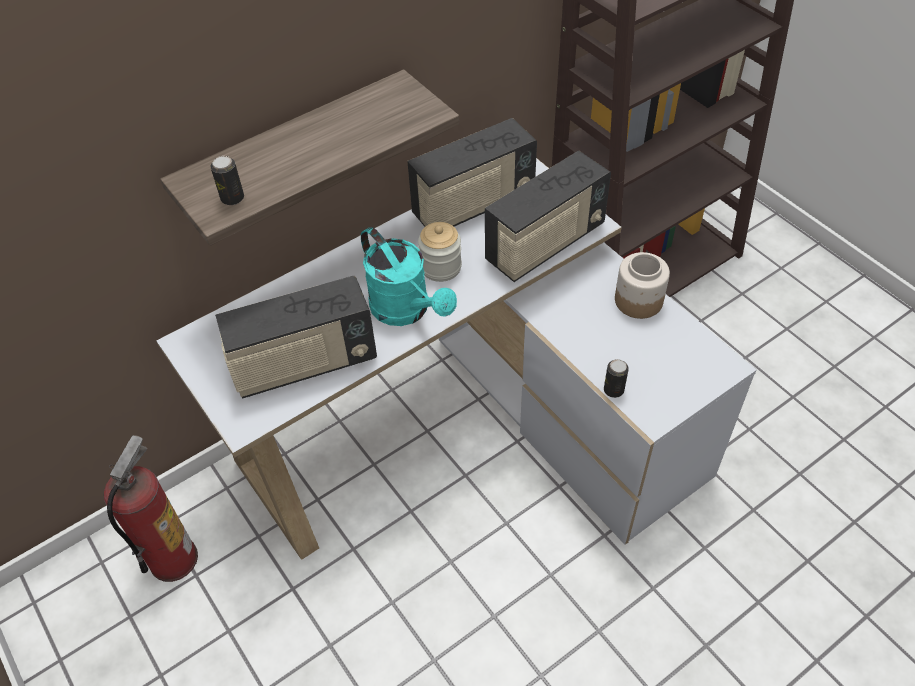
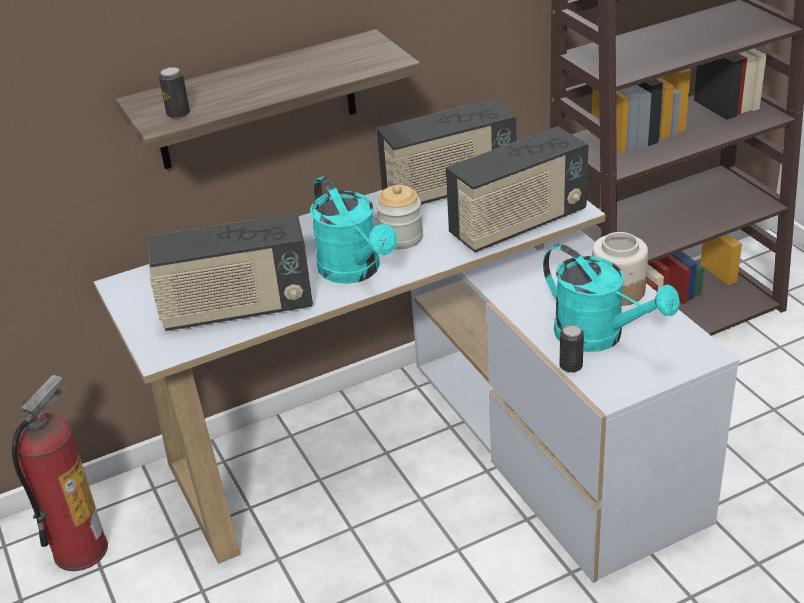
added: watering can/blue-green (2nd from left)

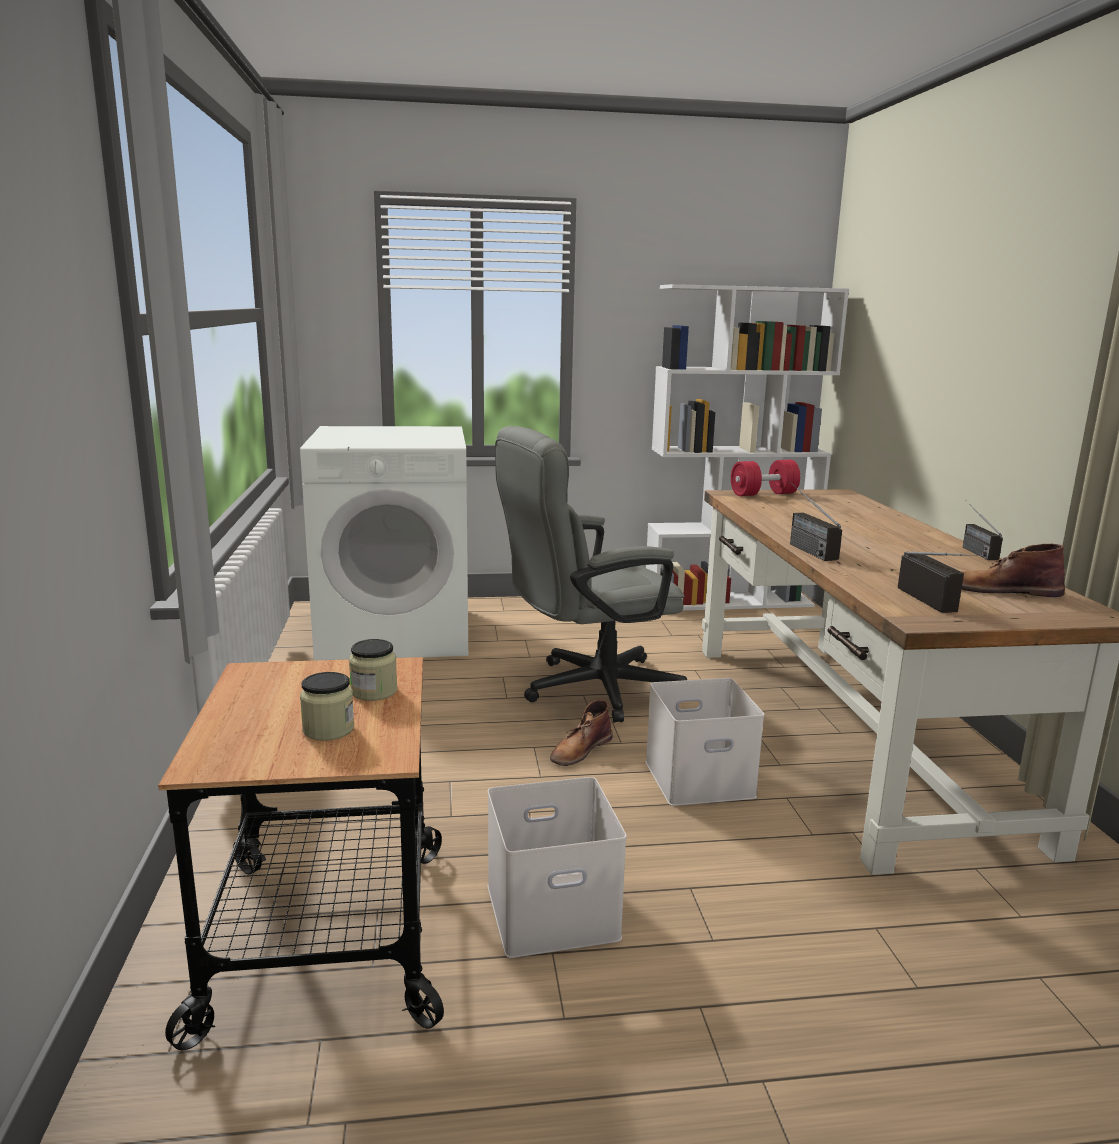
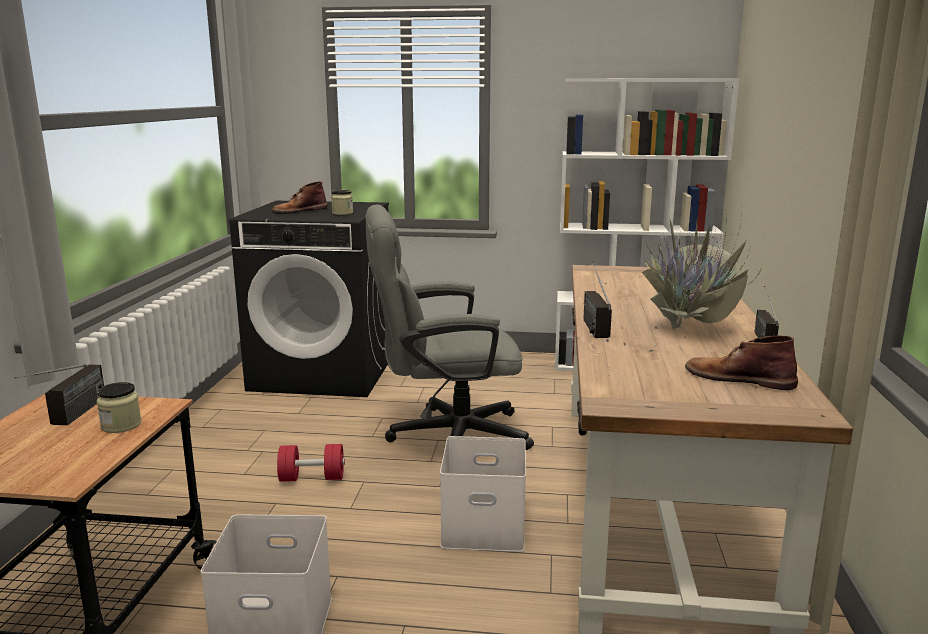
added: potted plant
moved: preserve jar (1st from left in the first image) to preserve jar (2nd from left); boot/brown (1st from left); dumbbell/red-coloured; radio (2nd from left in the first image) to radio (1st from left)
recoloured: washing machine/whitish to washing machine/black-coloured

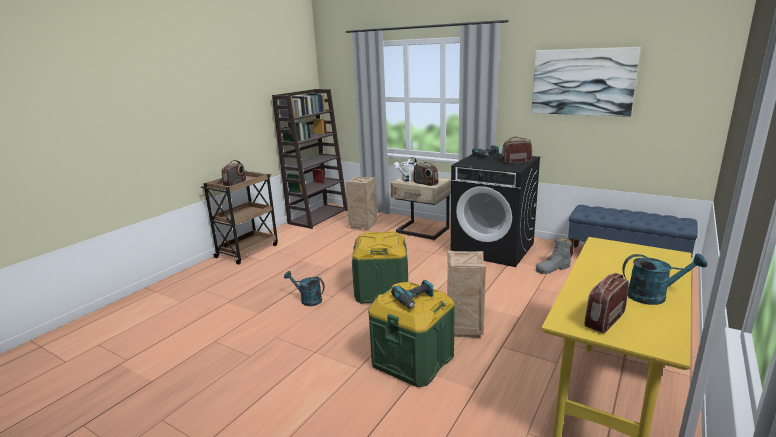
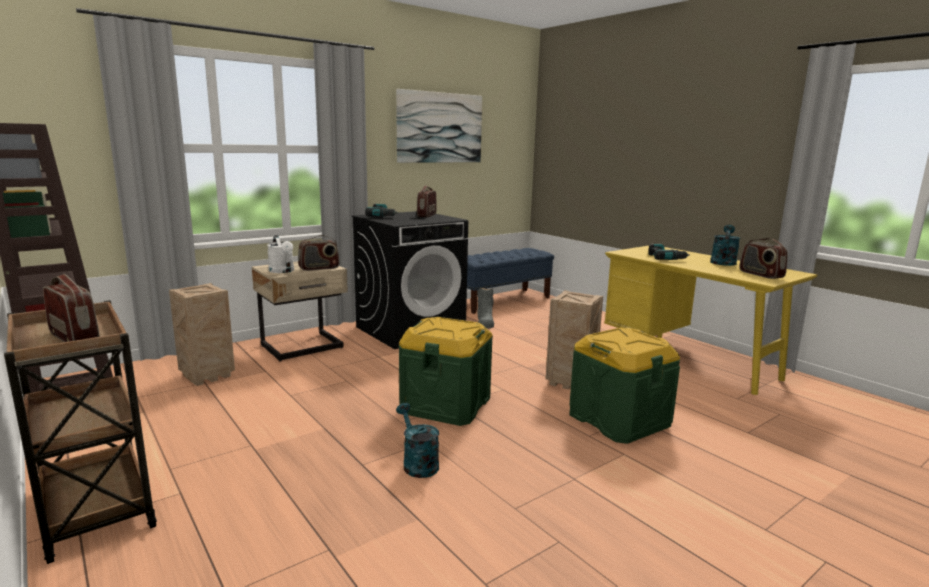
moved: drill (1st from left in the first image) to drill (2nd from left)
turned: watering can/blue-green (1st from left) 105 degrees clockwise

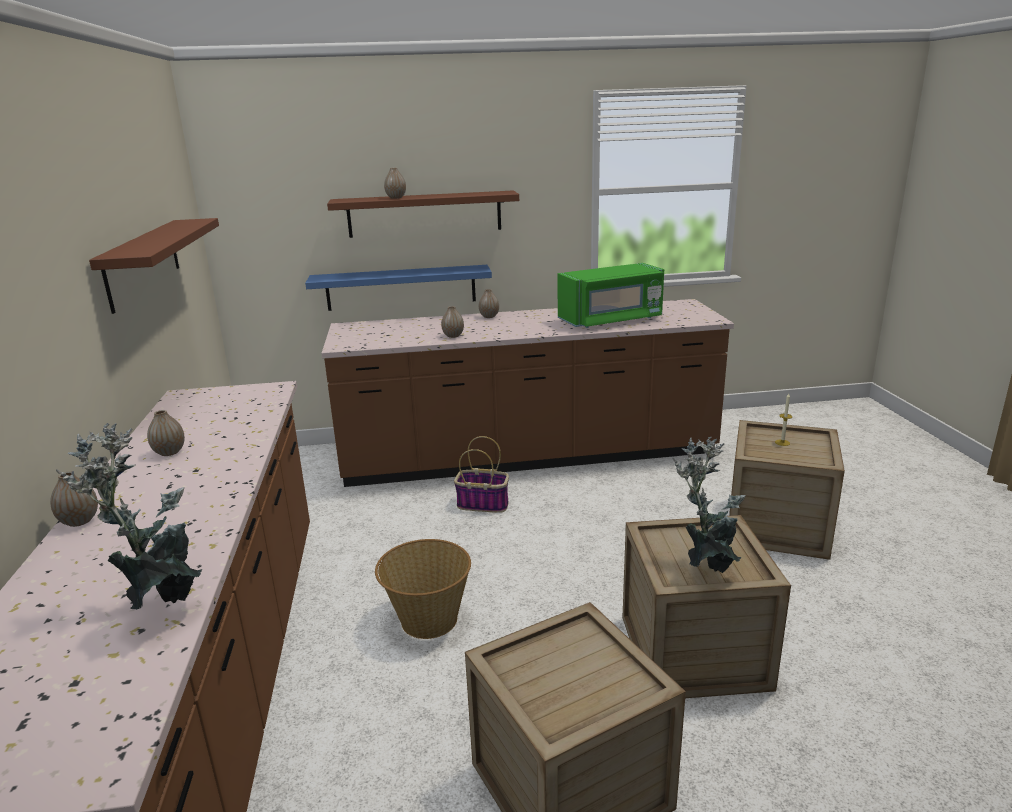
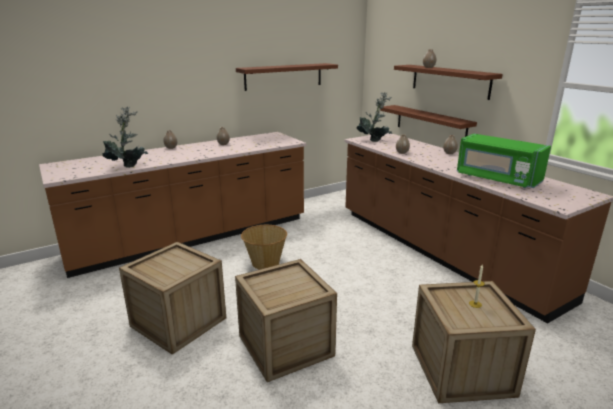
removed: basket (2nd from left)
moved: potted plant (2nd from left)
recoloured: shelf/blue-coloured to shelf/brown (2nd from left)

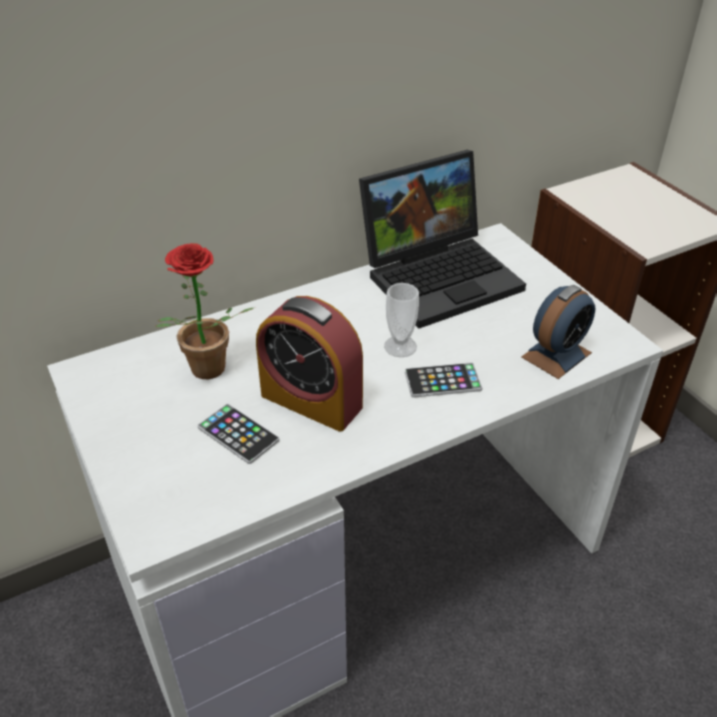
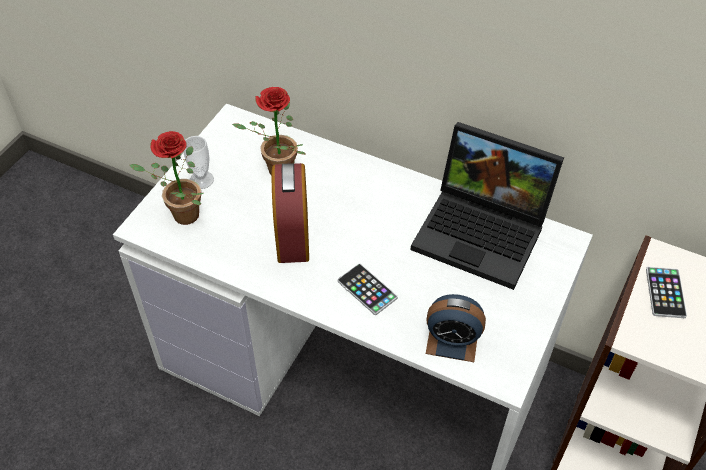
added: potted plant (1st from left)
moved: phone (1st from left in the first image) to phone (2nd from left); small cup

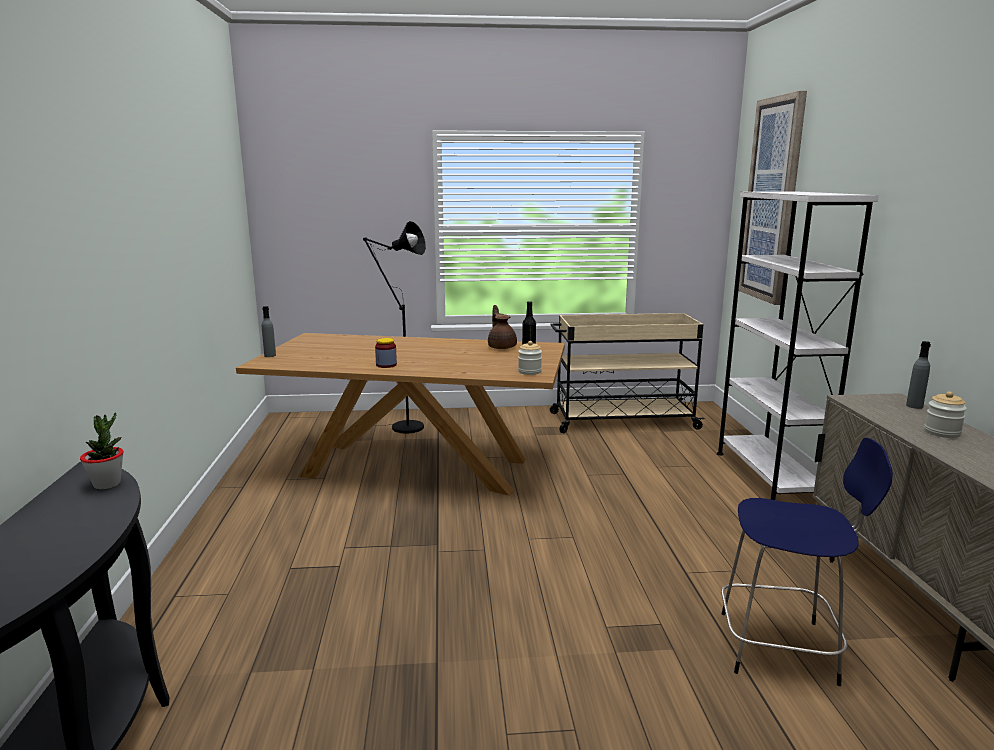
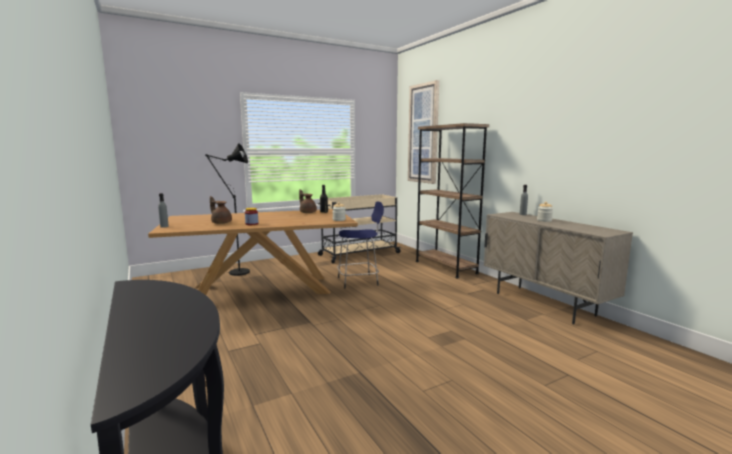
removed: potted plant
added: pot for tea/brown (1st from left)
moved: stool/blue-coloured
recoloured: shelving unit/whitish to shelving unit/brown

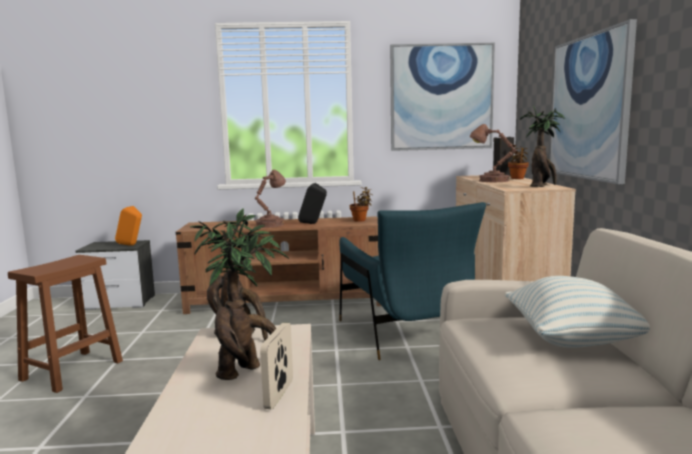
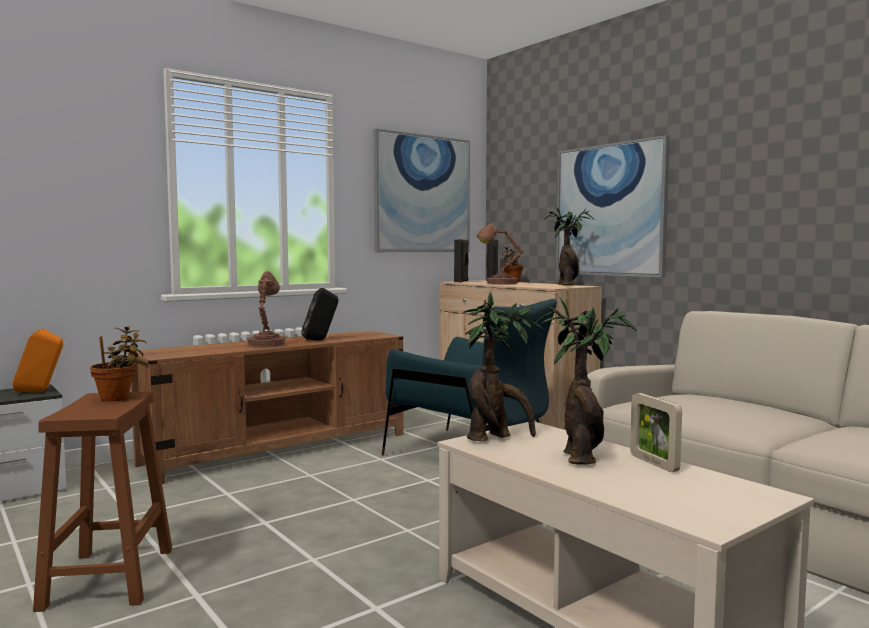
removed: pillow
added: loudspeaker/black-coloured (2nd from left)
moved: potted plant (3rd from left in the first image) to potted plant (1st from left)

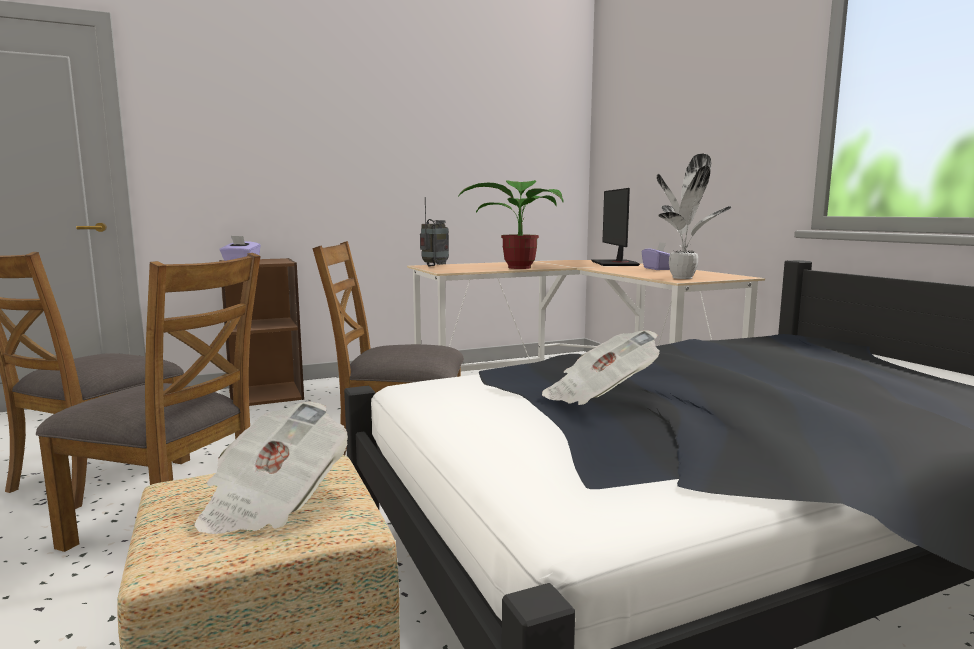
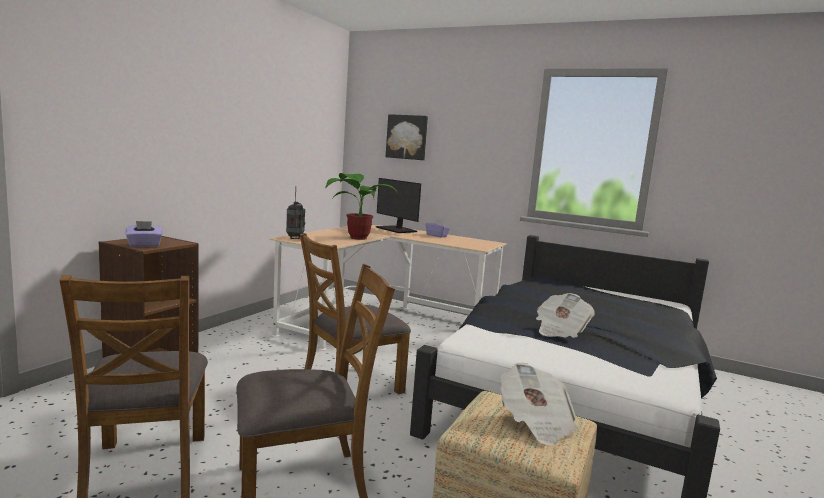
removed: potted plant (2nd from left)
added: picture

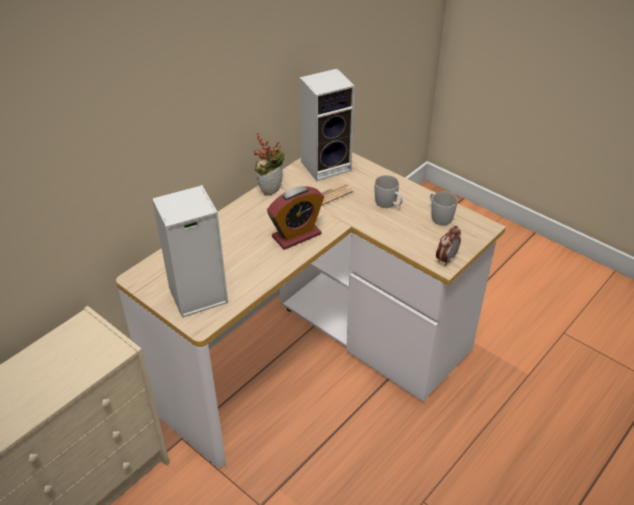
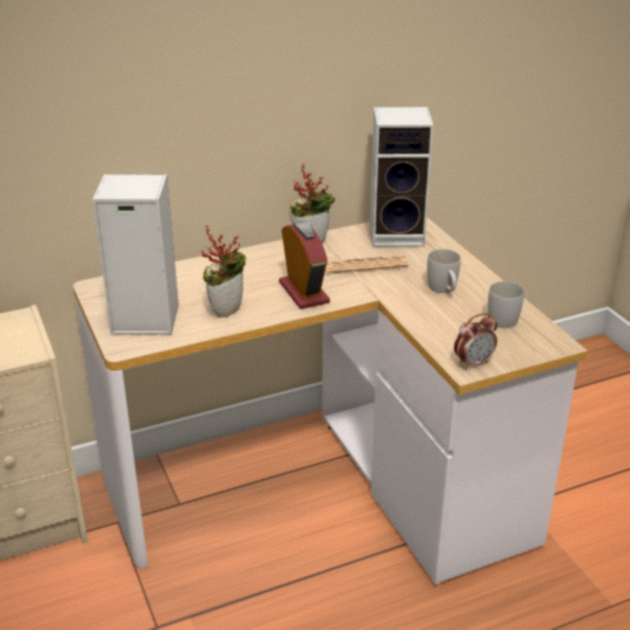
added: potted plant (1st from left)
turned: bedside clock (1st from left) 105 degrees counterclockwise

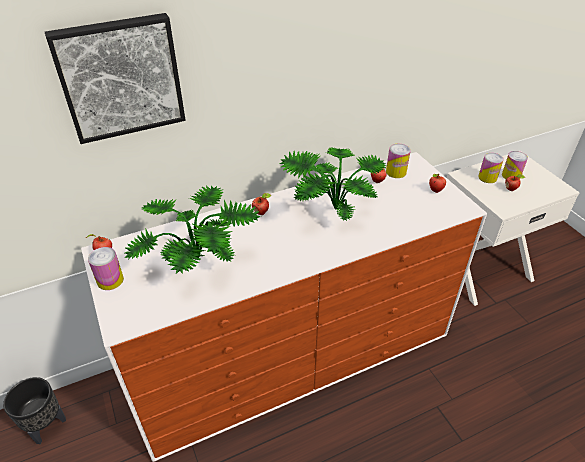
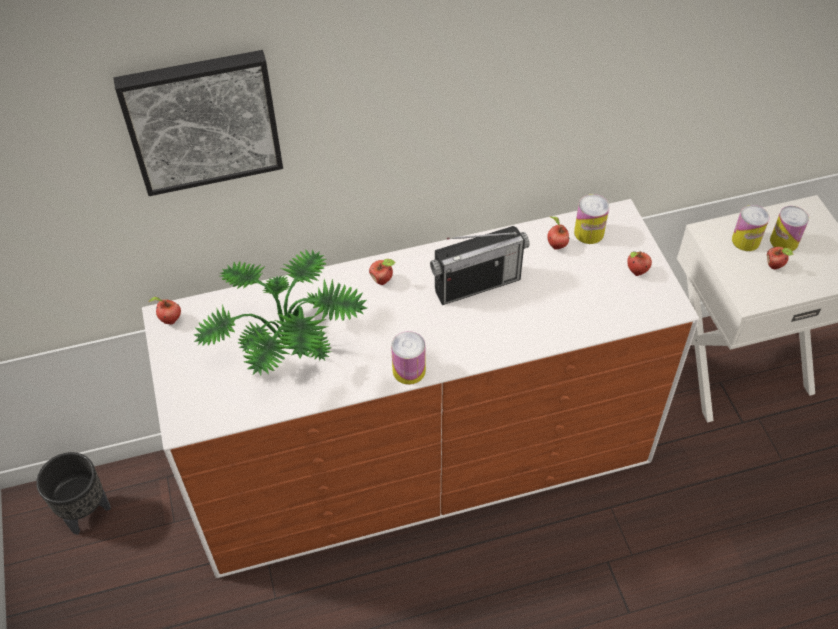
moved: sealed can (1st from left)
replaced: potted plant (2nd from left) to radio

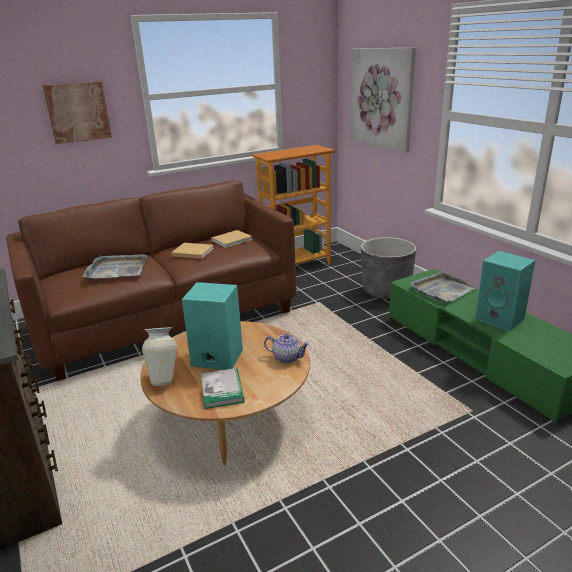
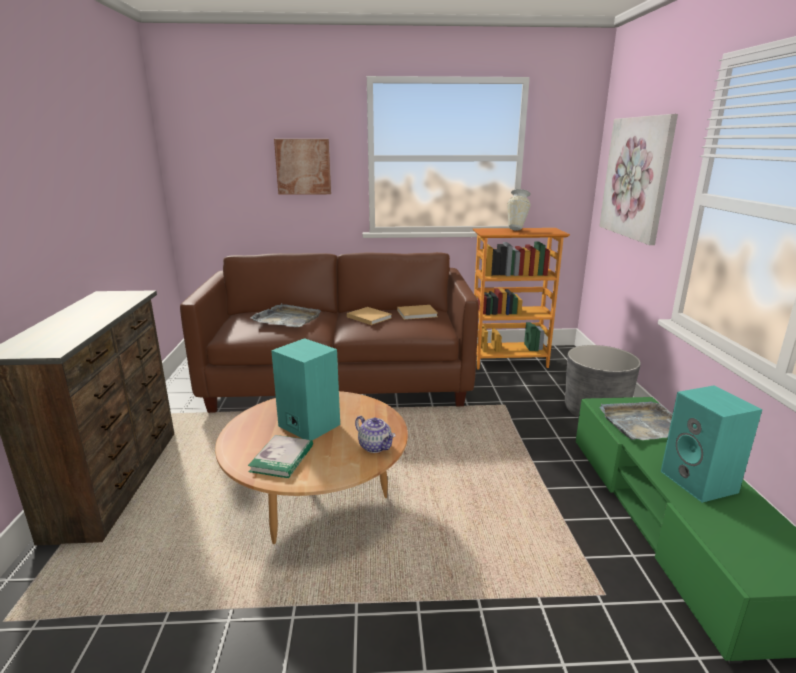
moved: vase

